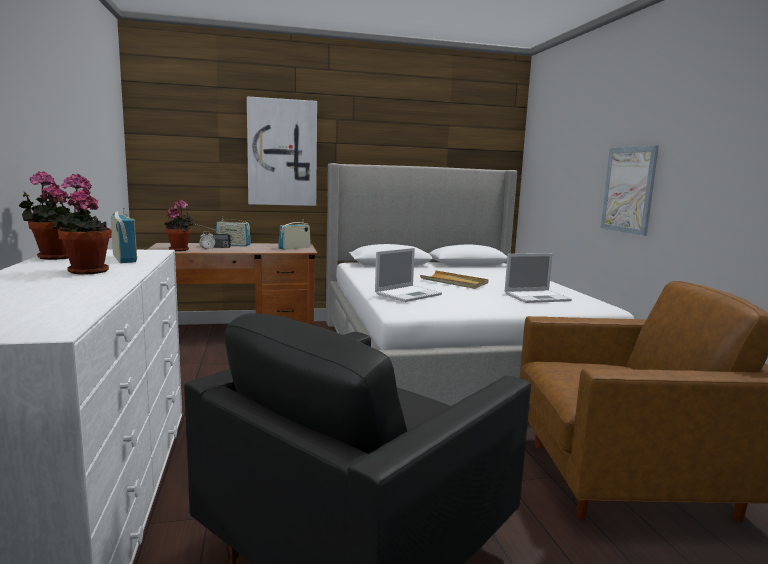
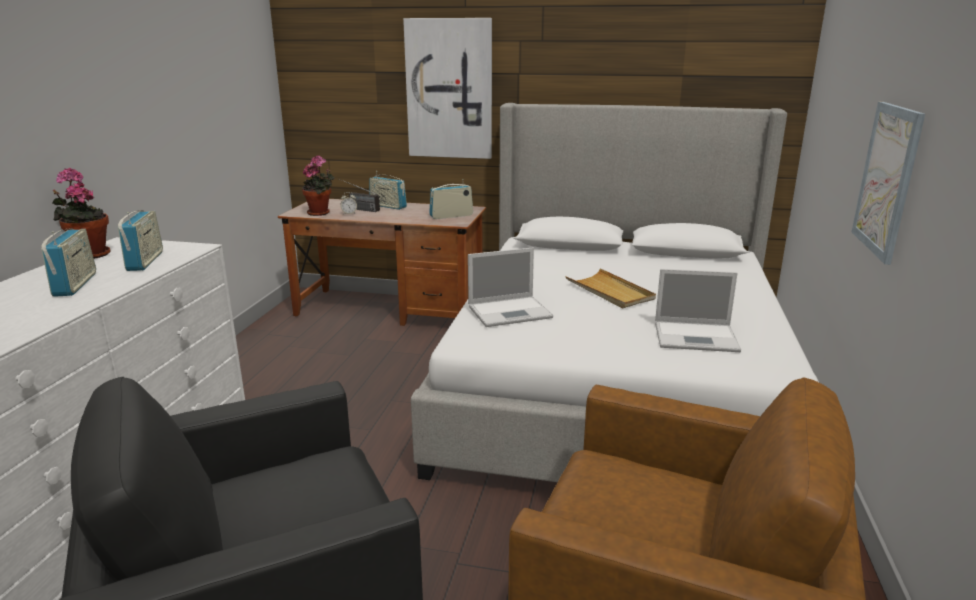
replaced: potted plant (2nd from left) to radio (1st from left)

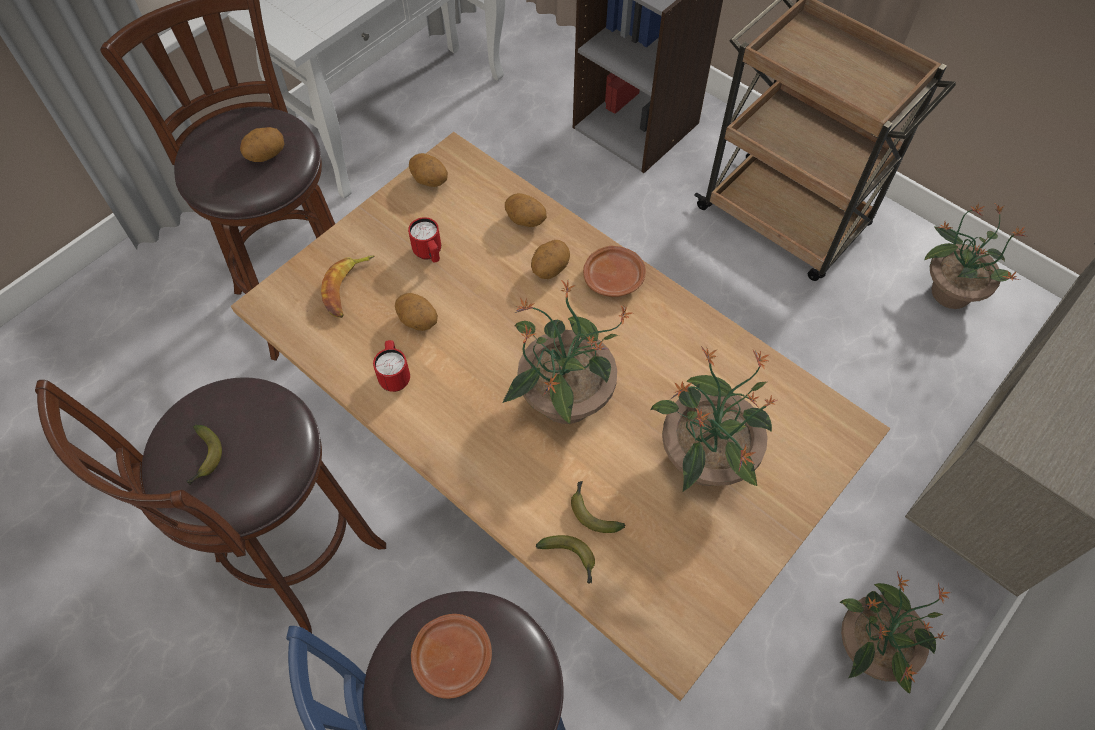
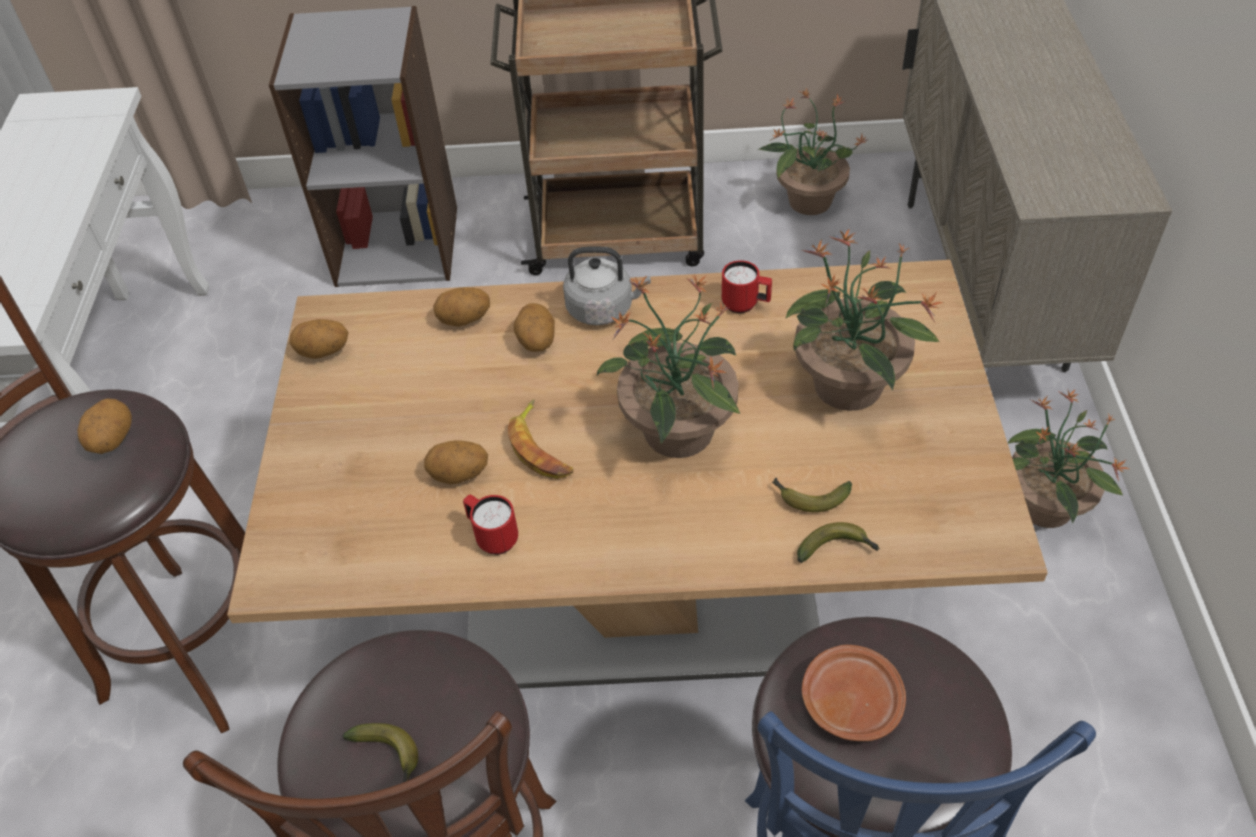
moved: whole banana (2nd from left); mug/red-coloured (2nd from left)
replaced: flat dish/brown (2nd from left) to kettle/gray

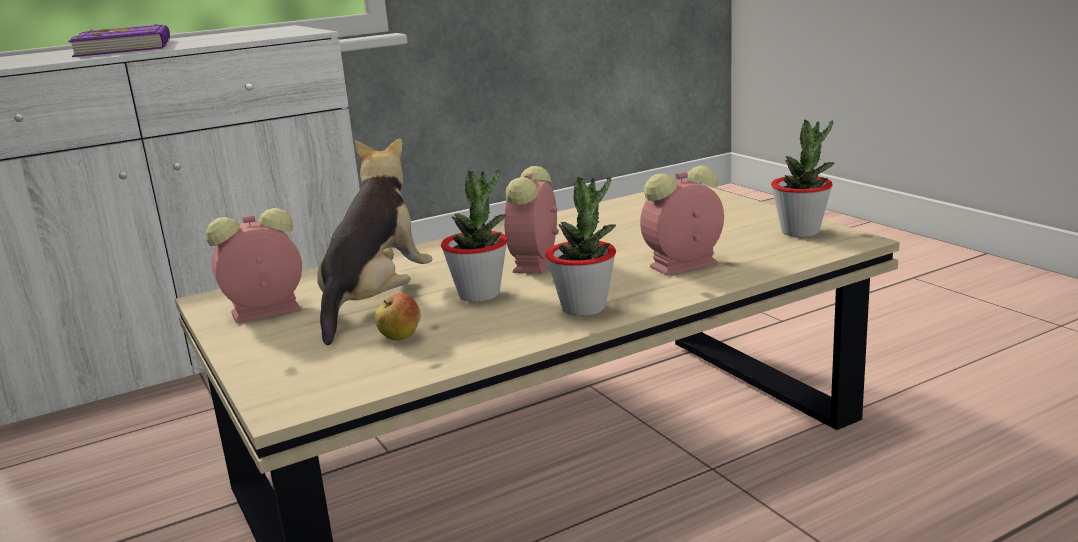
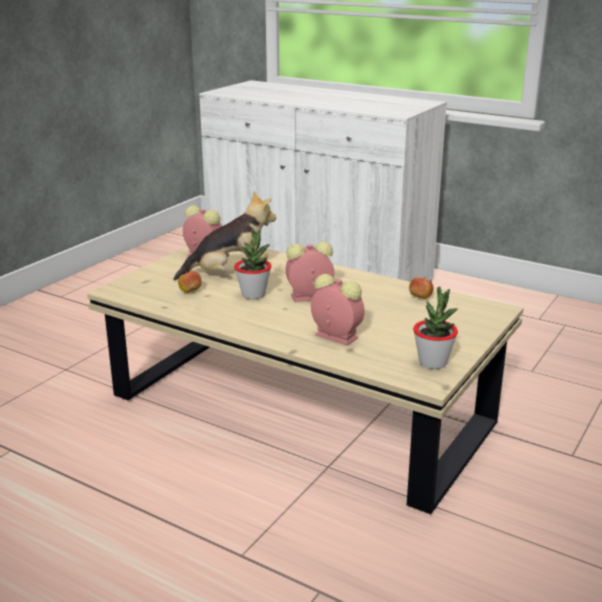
removed: book/purplish; potted plant (2nd from left)
added: apple (2nd from left)

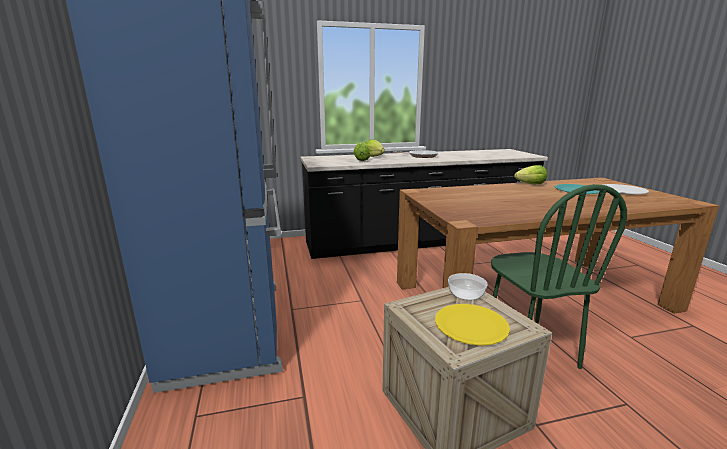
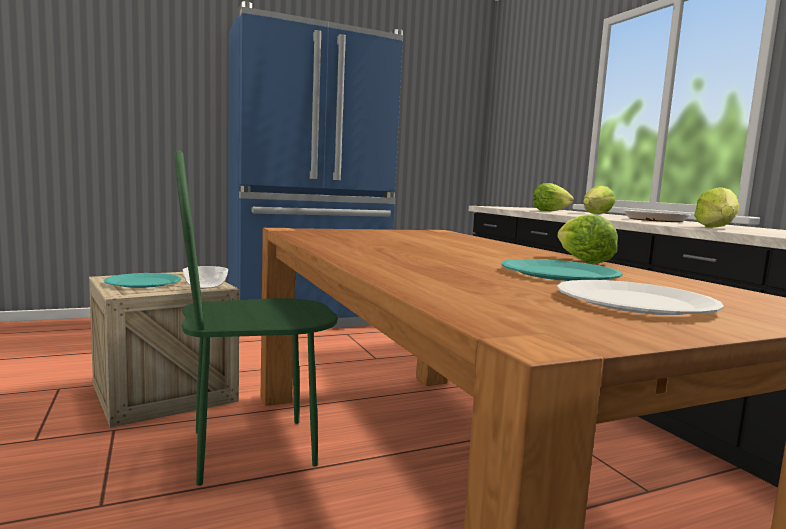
added: lettuce (4th from left)
recoloured: flat dish/yellow-coloured to flat dish/blue-green (1st from left)

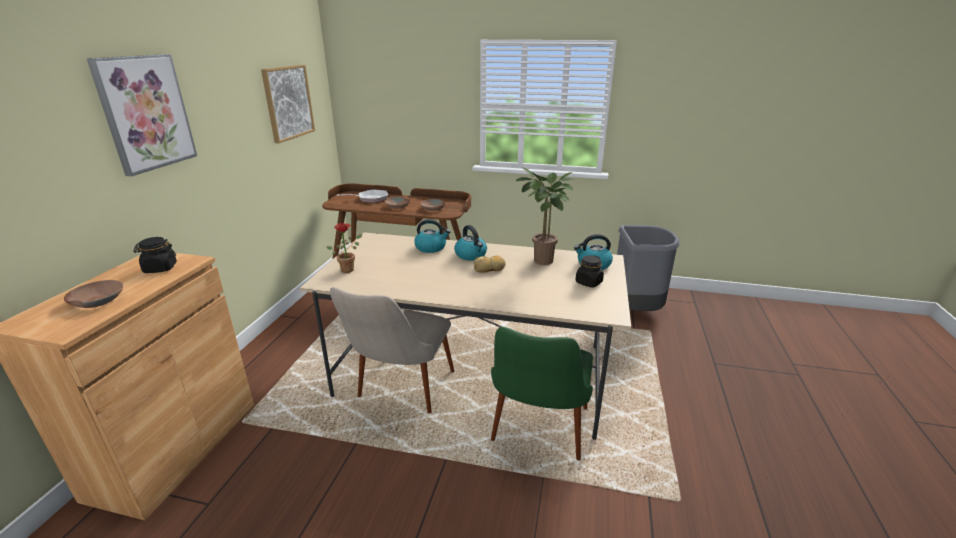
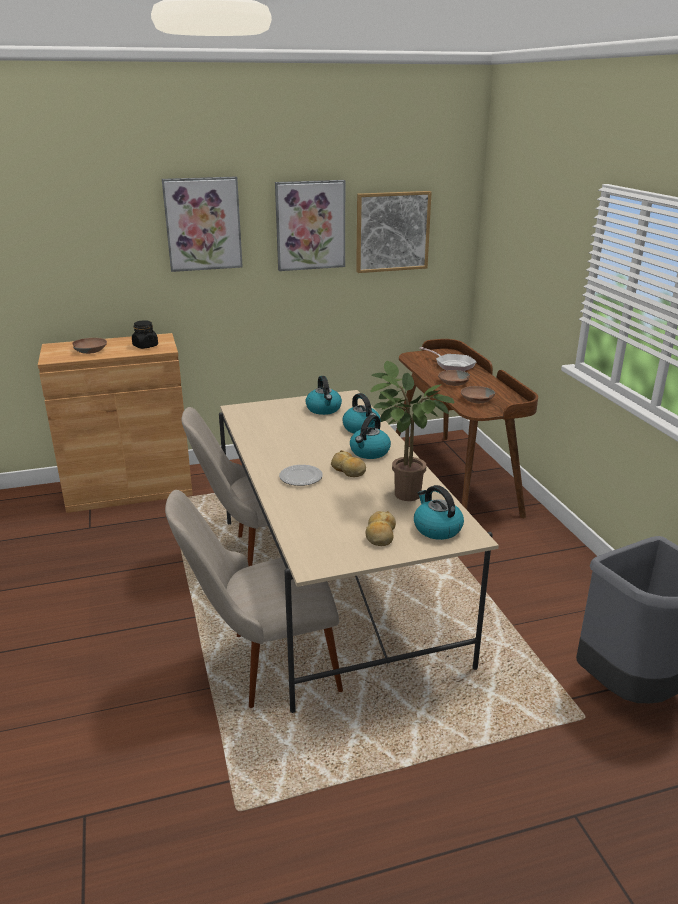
removed: potted plant (1st from left)
added: picture (2nd from left); flat dish; kettle (1st from left)
replaced: preserve jar/black-coloured (2nd from left) to baked bread (2nd from left)
recoloured: plain chair/green-coloured to plain chair/beige-coloured (2nd from left)

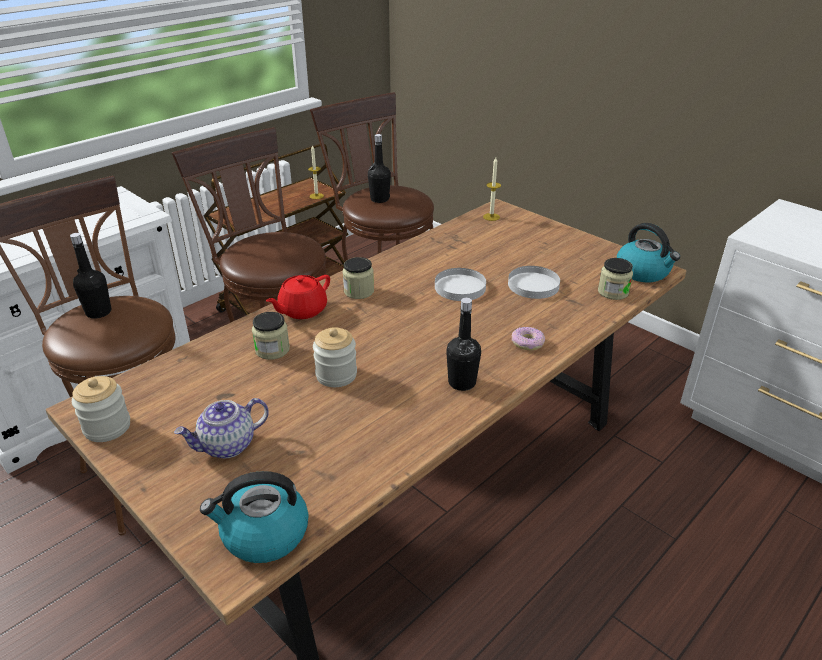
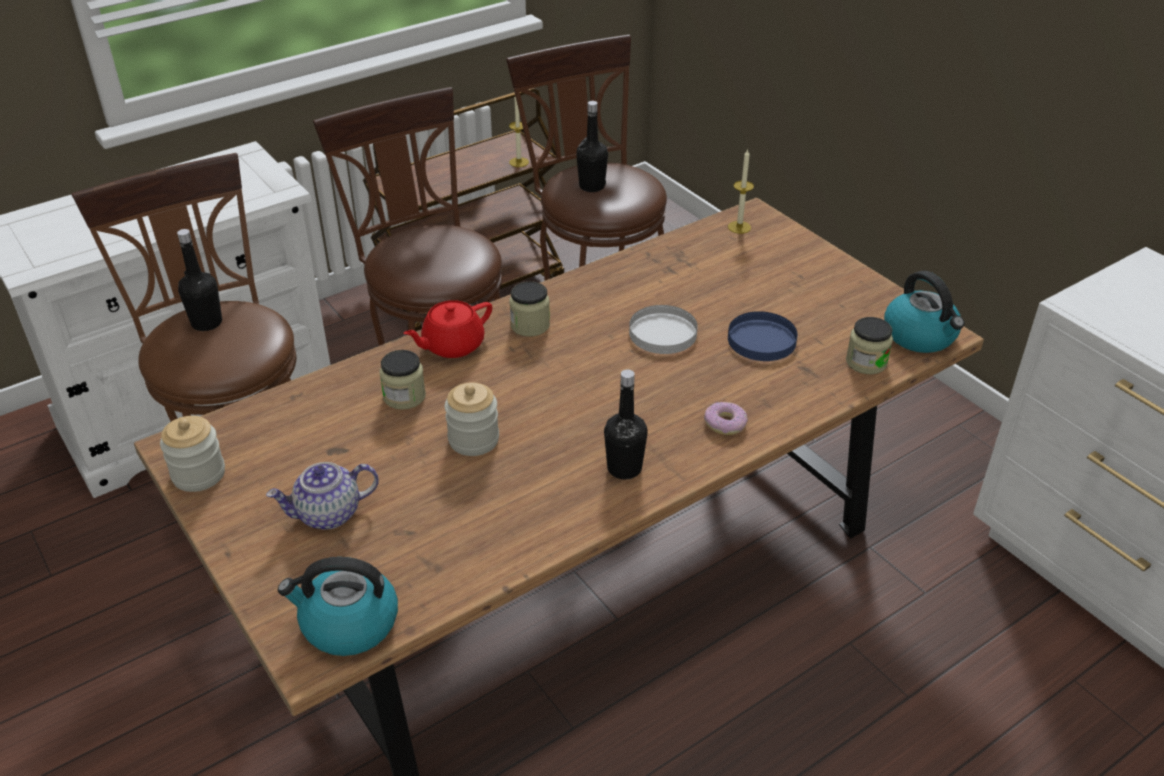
recoloured: flat dish/whitish (2nd from left) to flat dish/blue-coloured

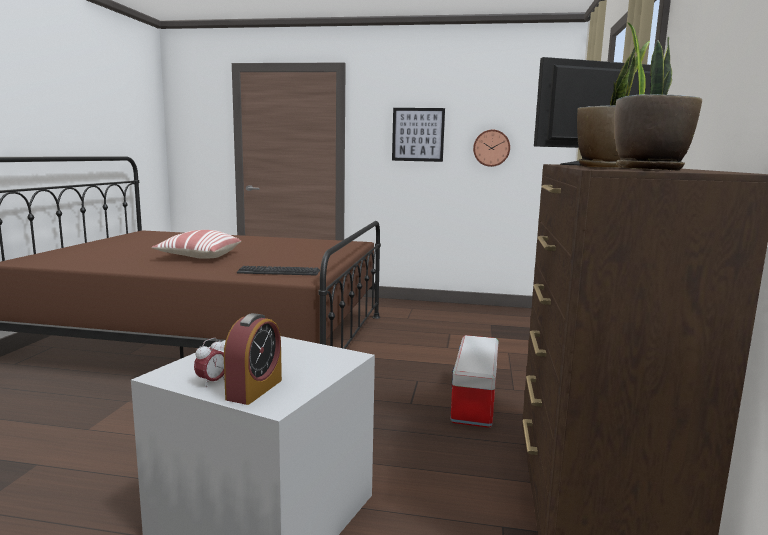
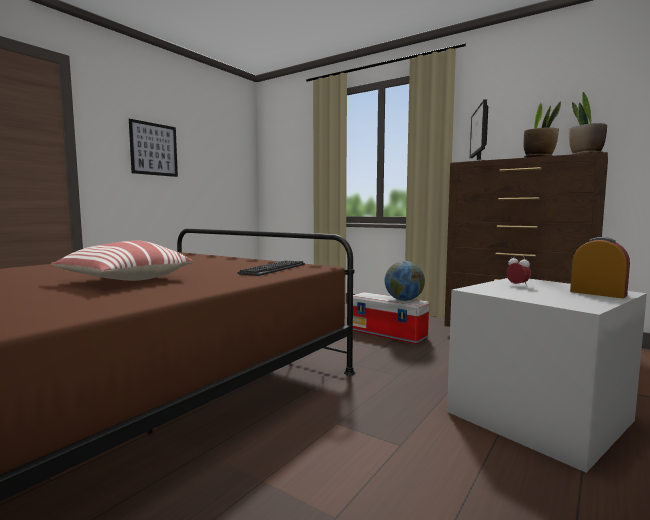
removed: hanging clock
added: desk globe
moved: bedside clock (1st from left)

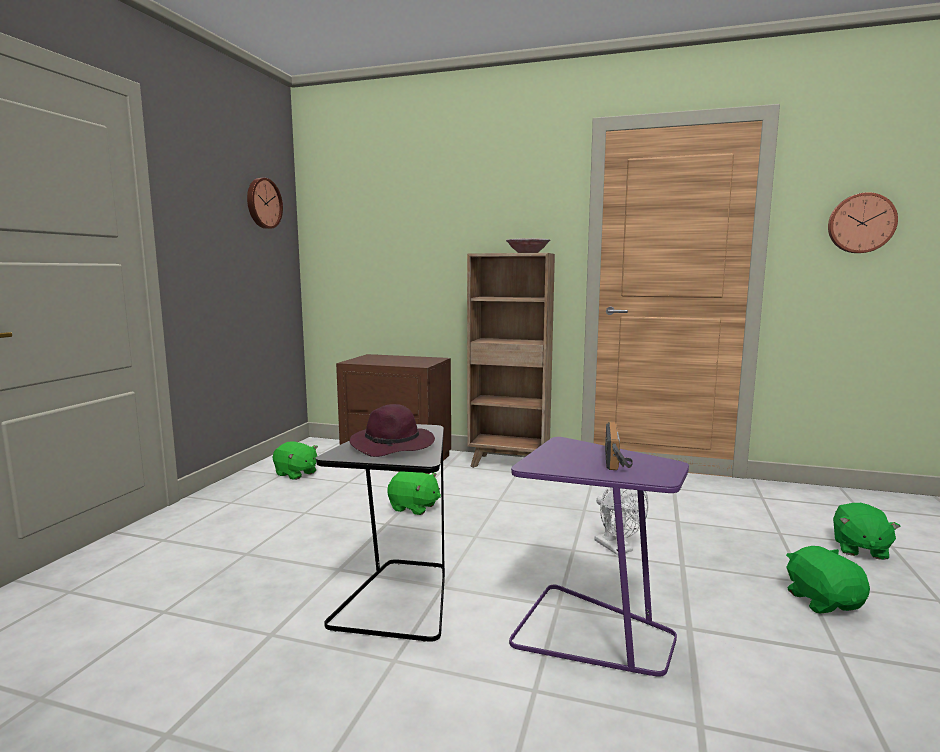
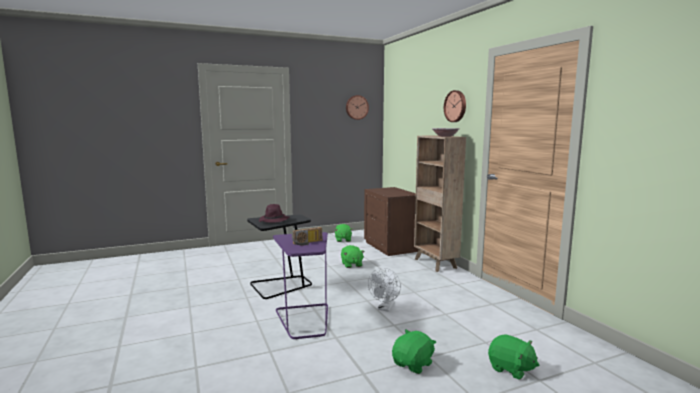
moved: hanging clock (2nd from left)
turned: soft toy/green-coloured (4th from left) 120 degrees counterclockwise

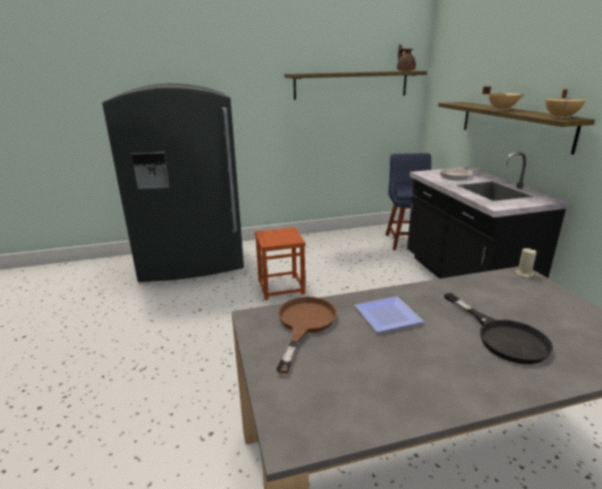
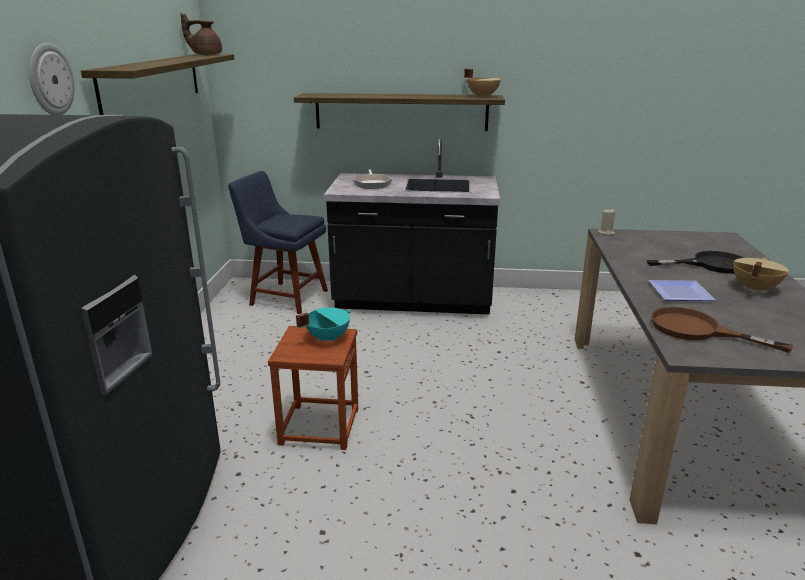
added: hanging clock; cooking pot/blue-green
moved: cooking pot/beige-coloured (1st from left in the first image) to cooking pot/beige-coloured (2nd from left)

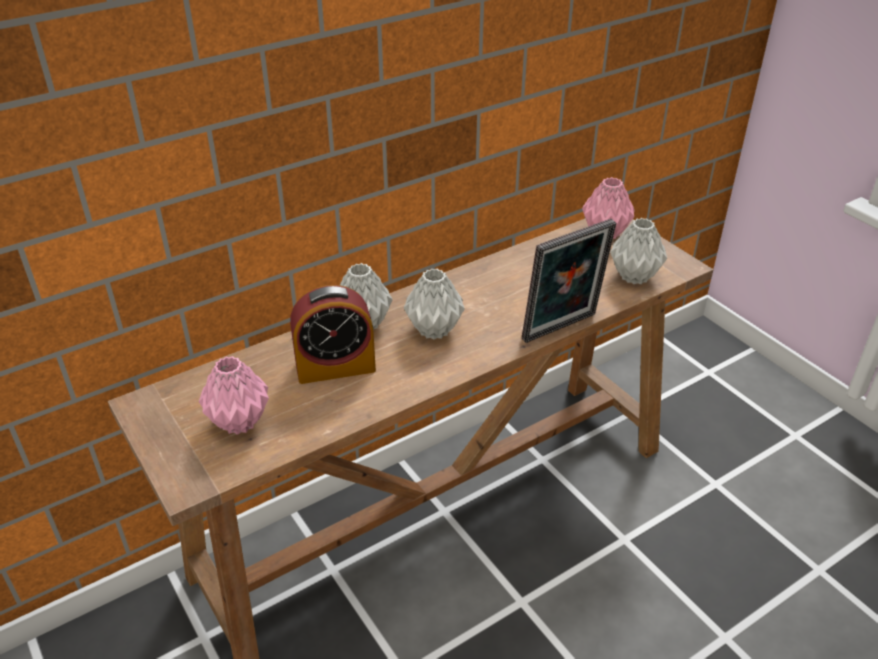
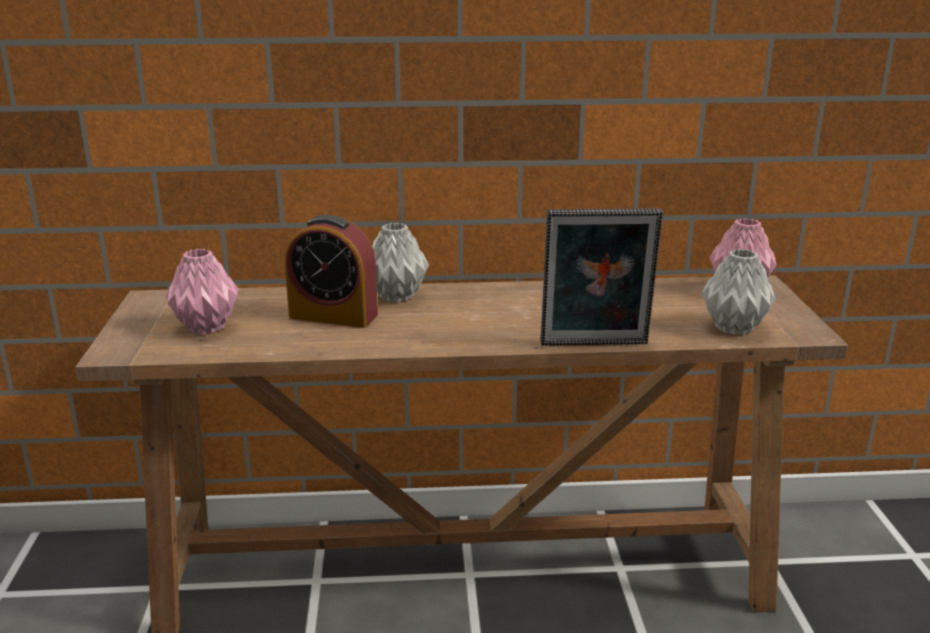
removed: vase/gray (2nd from left)

